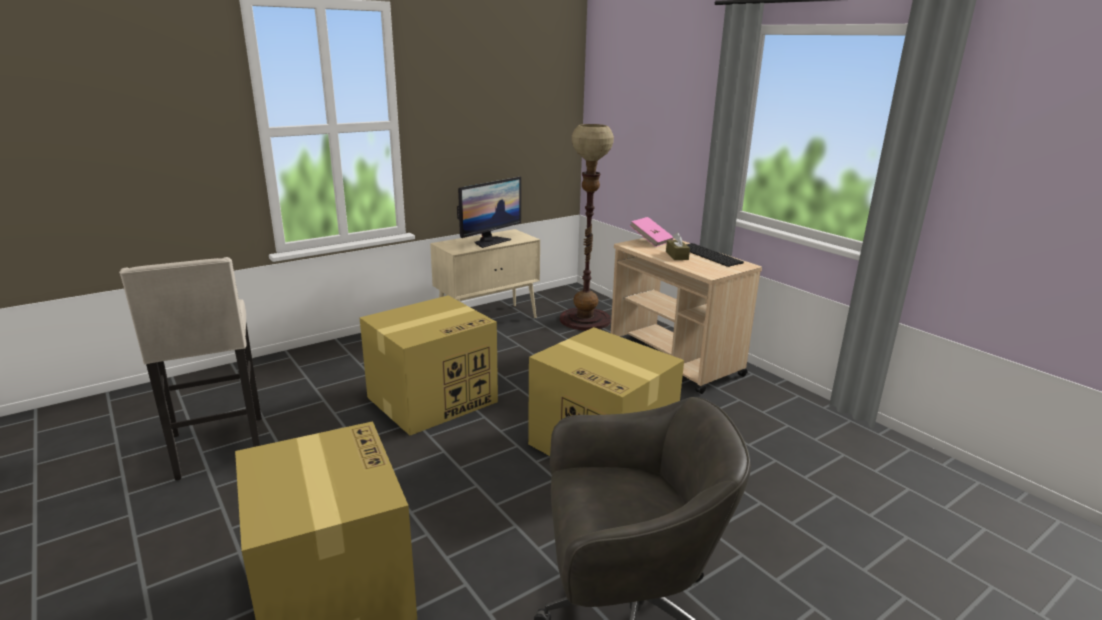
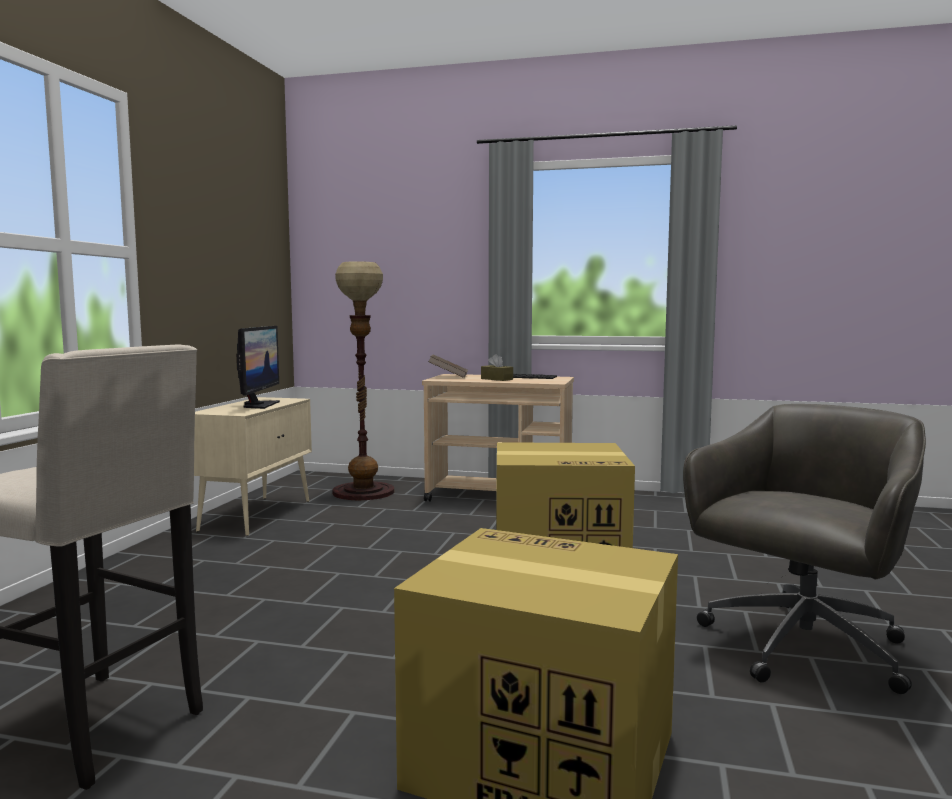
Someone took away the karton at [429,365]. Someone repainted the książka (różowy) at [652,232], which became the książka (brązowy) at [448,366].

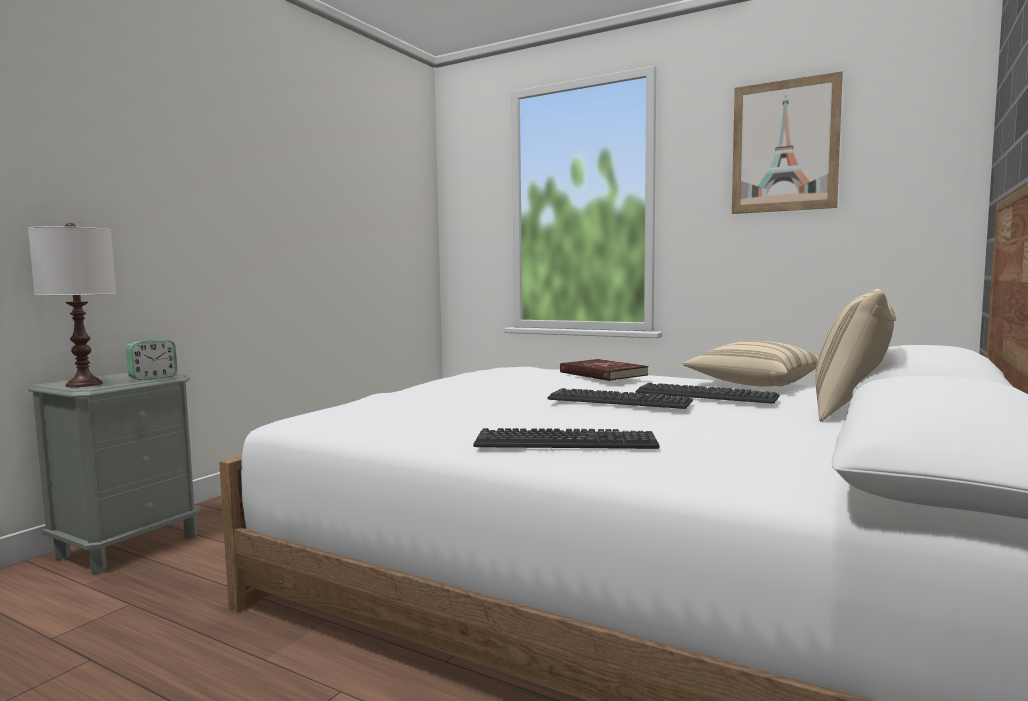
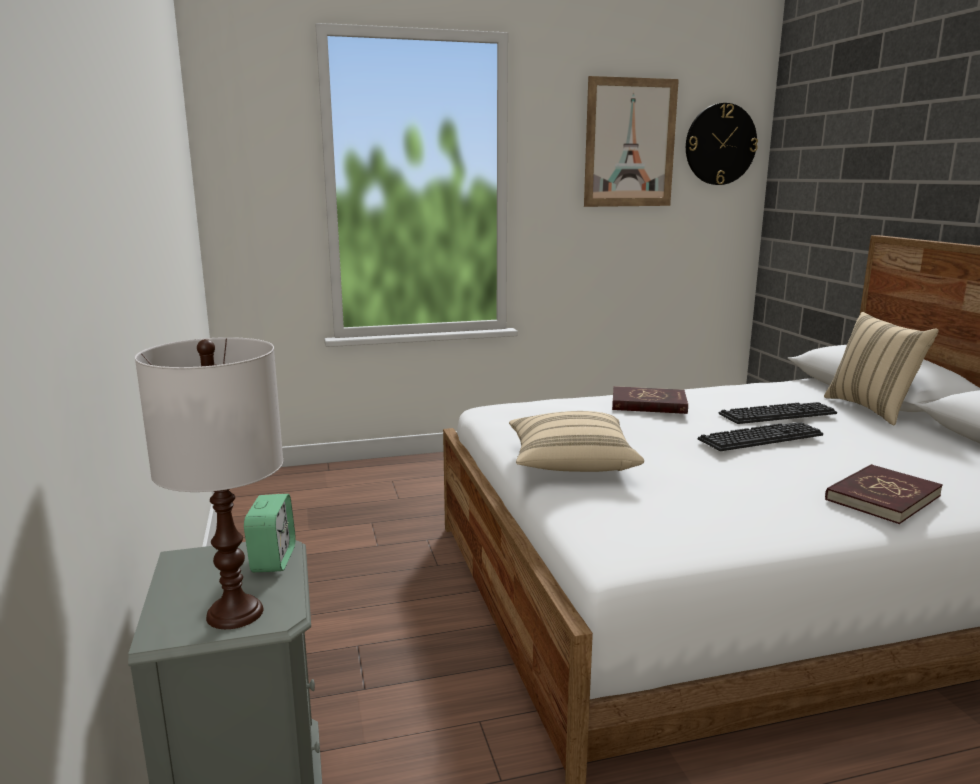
Someone swapped the klawiatura at [566,438] for the książka (czerwony) at [884,494]. Someone carried the poduszka (beżowy) from [750,364] to [576,441]. Someone put up the zegar ścienny at [722,144].

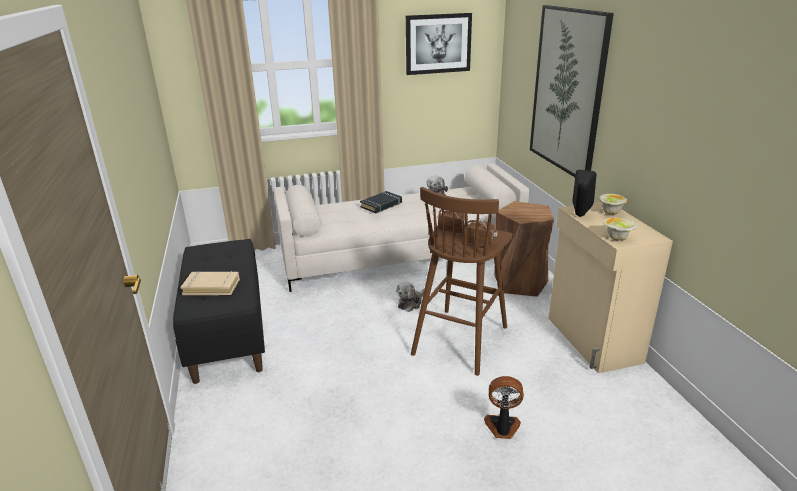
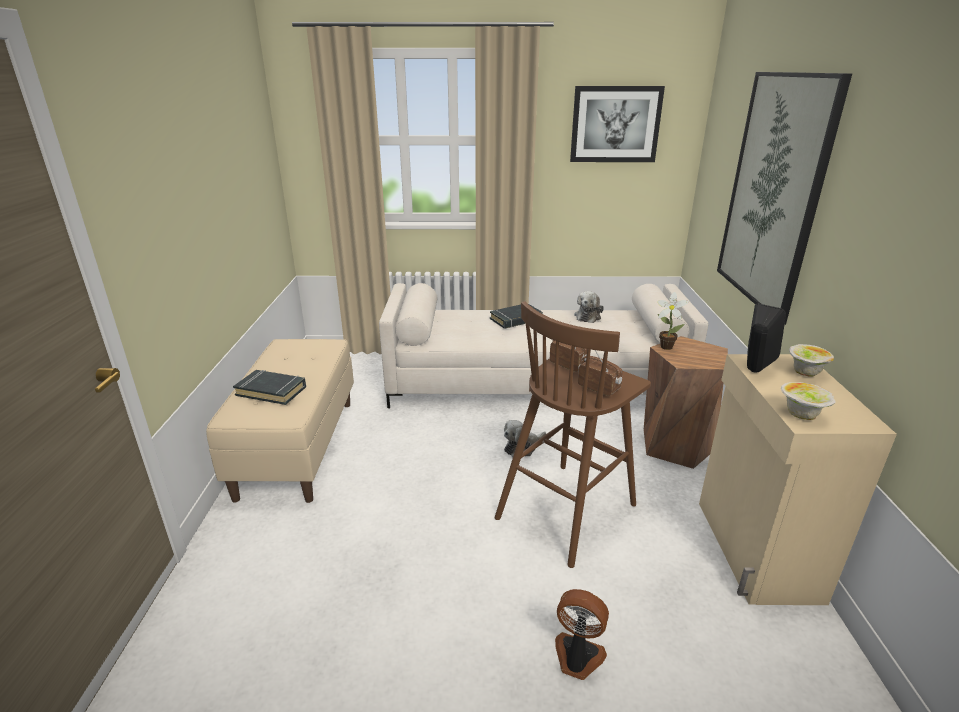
Someone repainted the ławka (czarny) at [219,311], which became the ławka (beżowy) at [280,421]. Someone repainted the książka (beżowy) at [210,283], which became the książka (czarny) at [269,387]. Someone put down the roślina doniczkowa at [673,321].

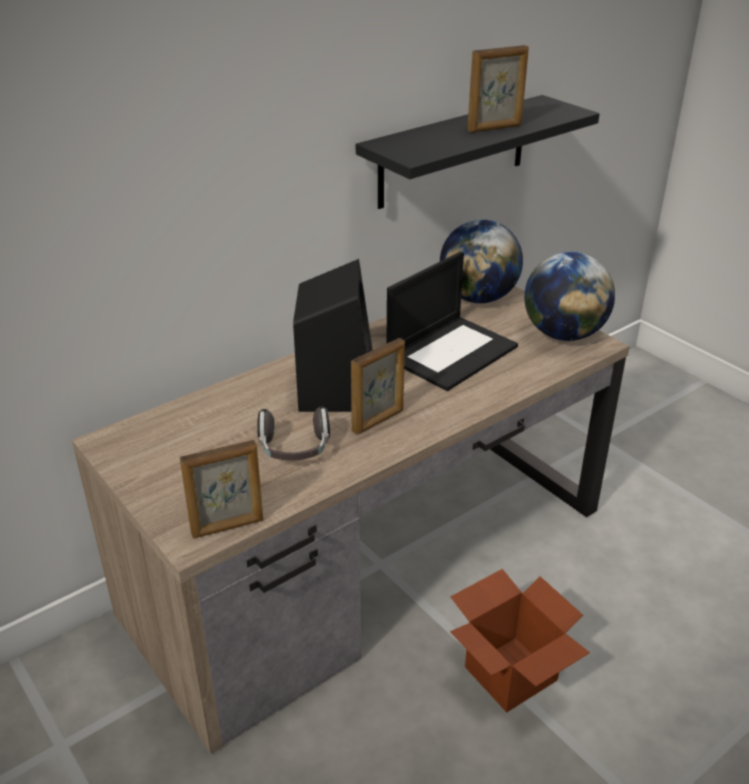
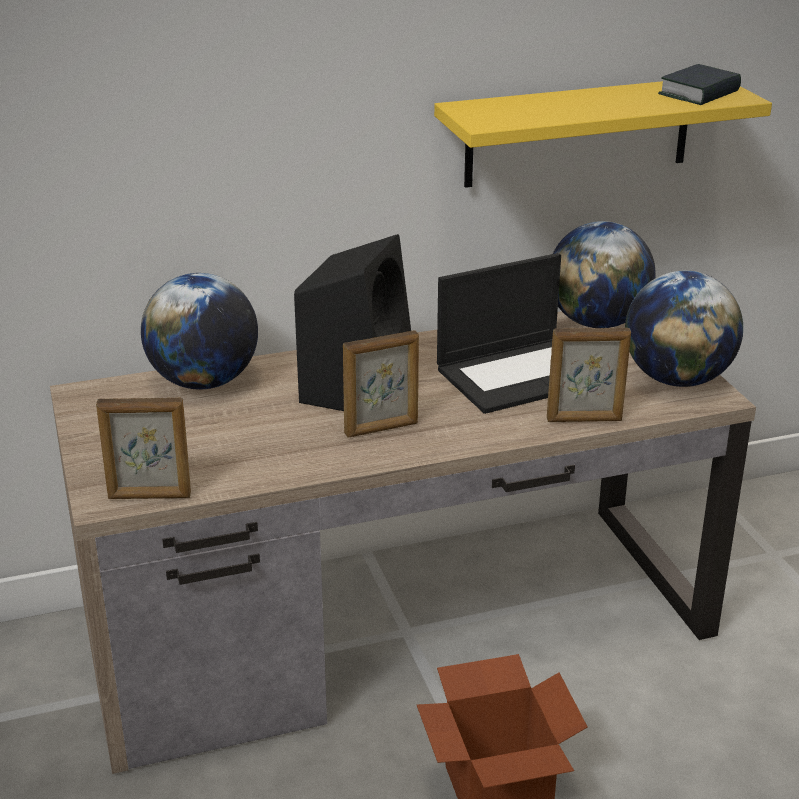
Someone took away the słuchawki at [293,433]. Someone repainted the półka (czarny) at [478,152], which became the półka (żółty) at [603,134]. Someone carried the ramka na zdjęcie from [498,89] to [589,375]. Someone put down the globus at [199,331]. Someone put down the książka at [699,84].

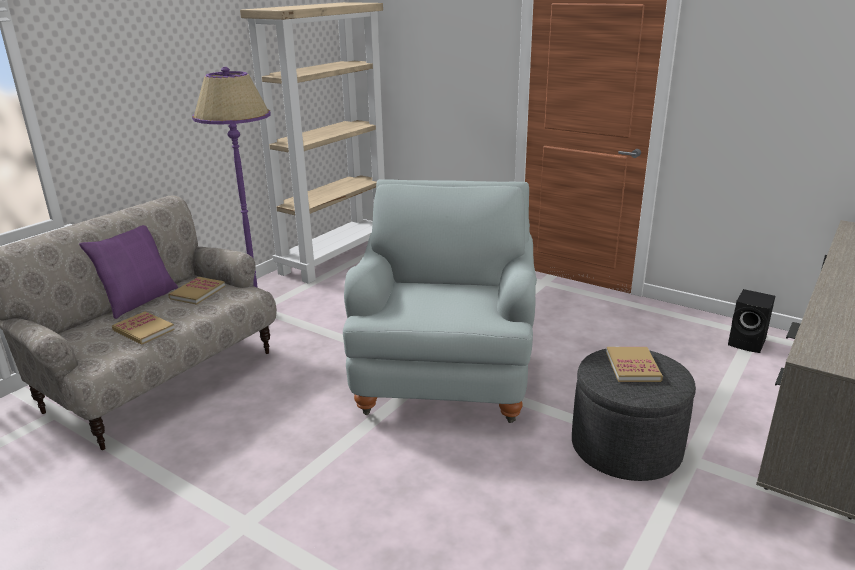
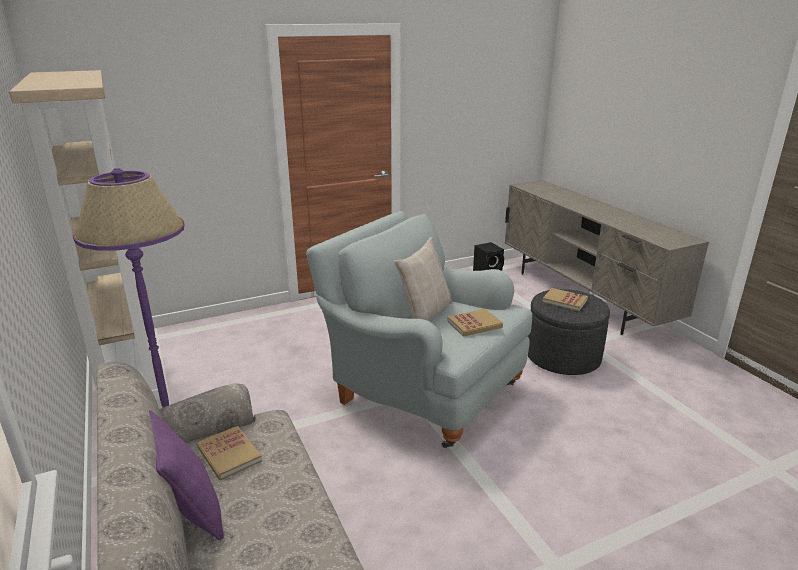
Someone carried the książka from [143,328] to [475,323]. Someone put down the poduszka (beżowy) at [423,279].

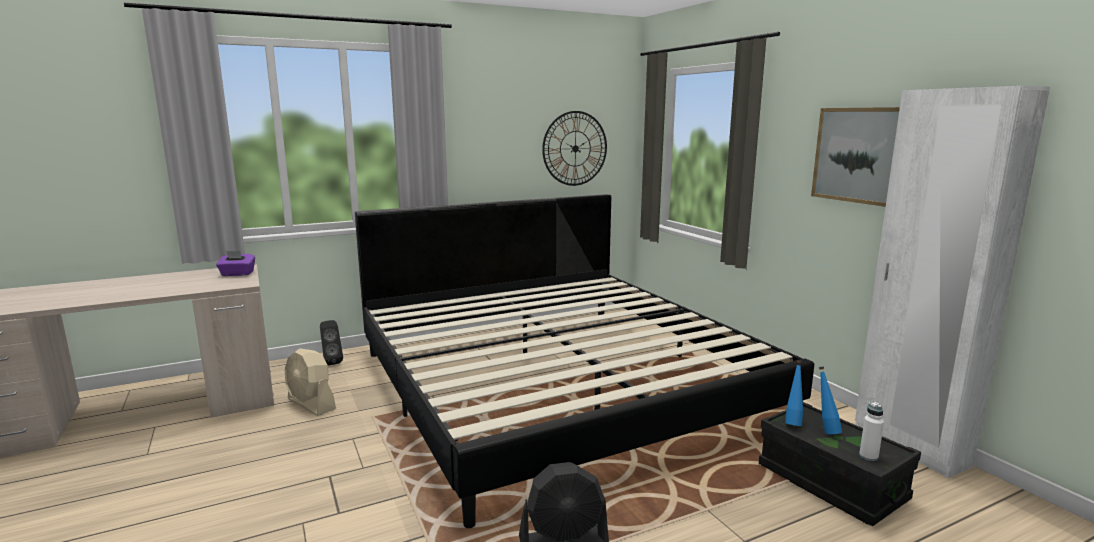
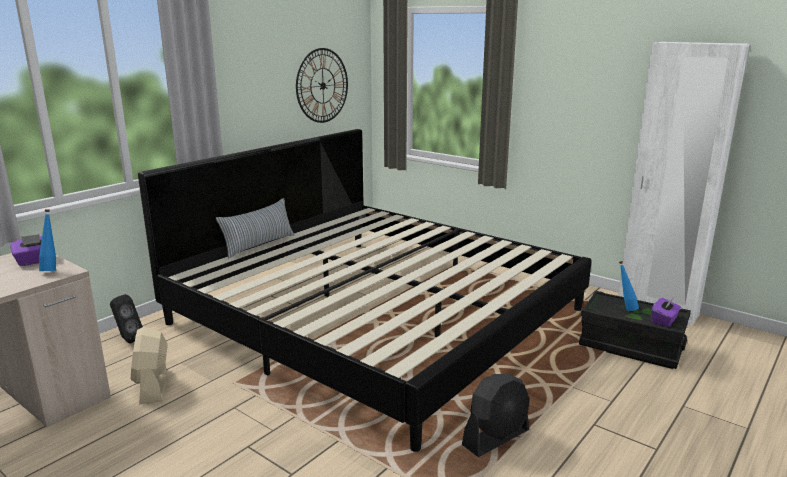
Someone rotated the wentylator (beżowy) at [310,382] by 60 degrees clockwise. Someone carried the butelka (niebieski) from [794,393] to [47,240]. Someone took away the obraz at [855,157]. Someone swapped the butelka (biały) at [871,431] for the pudełko chusteczek (fioletowy) at [666,312]. Someone put down the poduszka at [255,228].

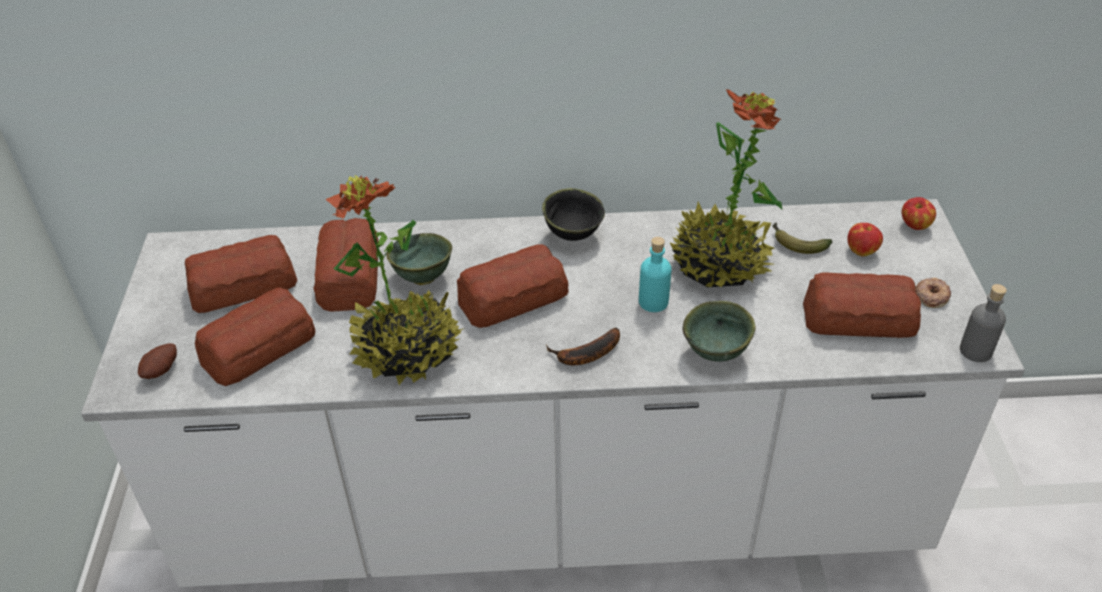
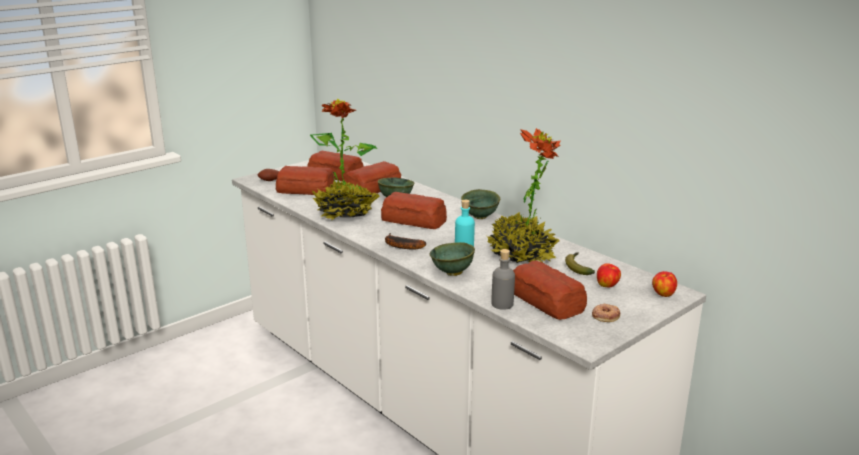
Someone repainted the miska (czarny) at [573,214], which became the miska (zielony) at [481,204]. Someone carried the butelka (szary) from [983,323] to [503,279].

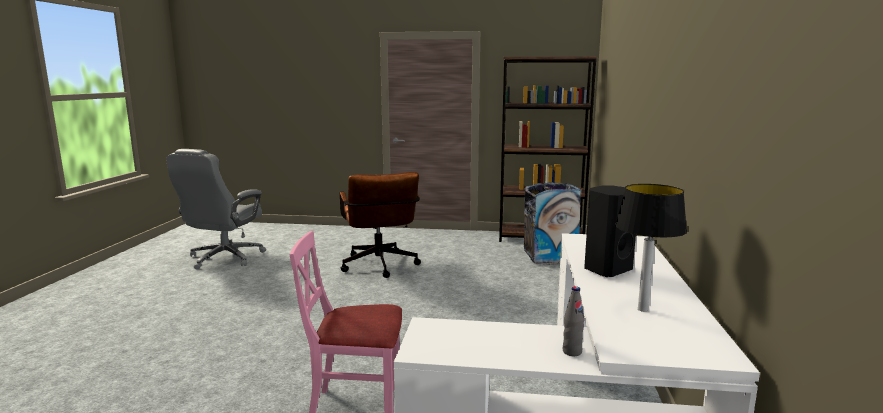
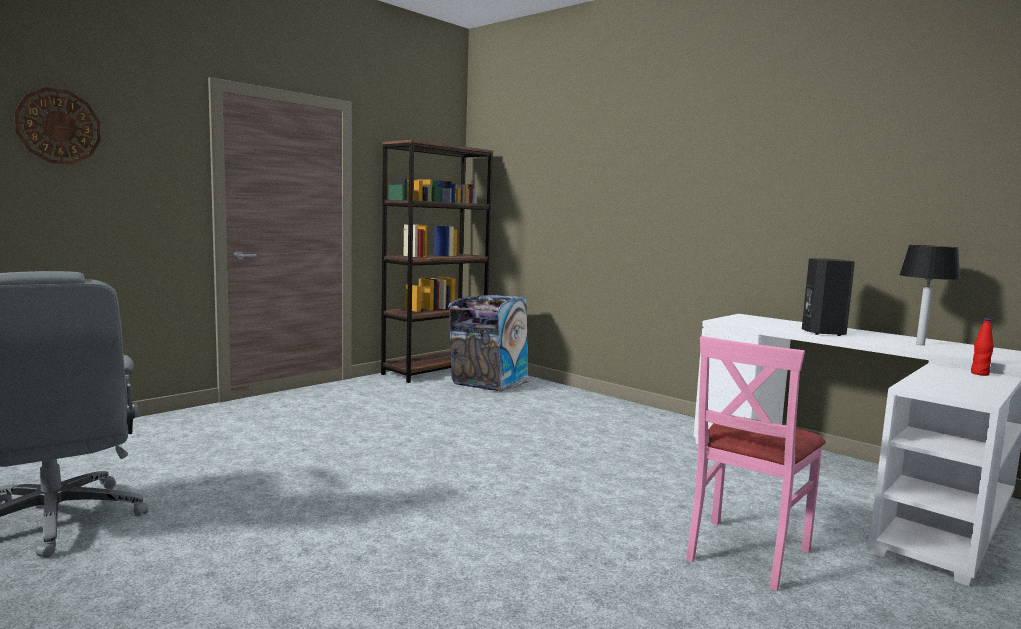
Someone took away the krzesło biurowe (brązowy) at [380,225]. Someone repainted the butelka (szary) at [573,321], which became the butelka (czerwony) at [982,347]. Someone put up the zegar ścienny at [57,126].

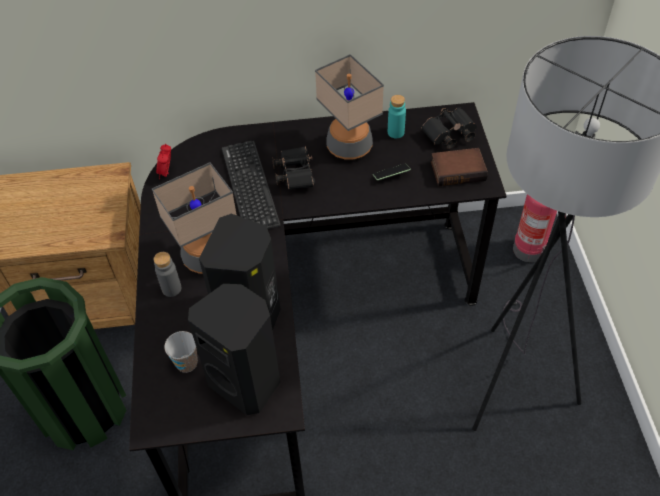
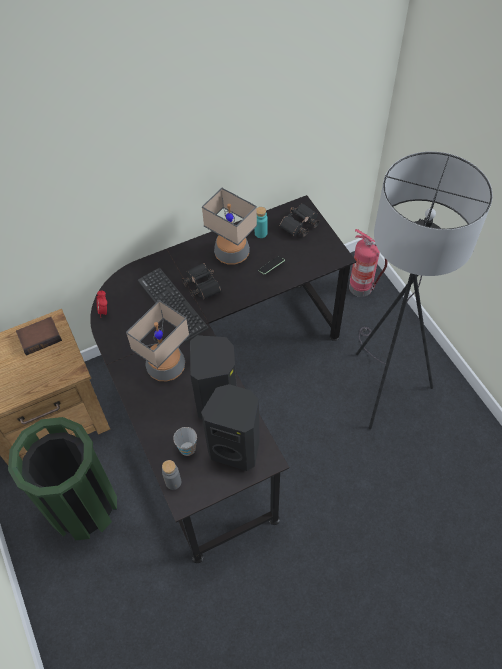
Someone carried the butelka (szary) from [167,274] to [171,475]. Someone carried the książka from [459,167] to [39,336].

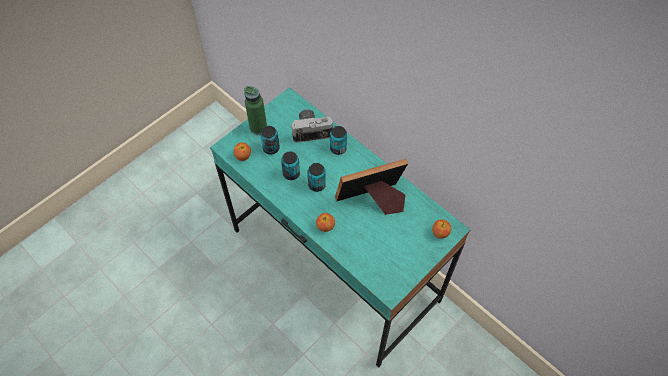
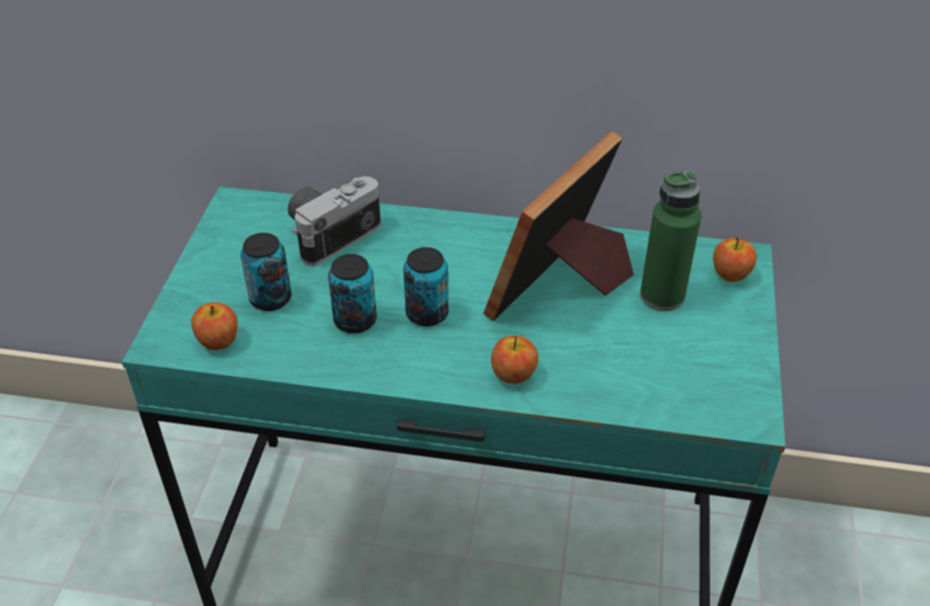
Someone carried the butelka (zielony) from [255,110] to [670,240]. Someone took away the puszka at [338,140].

